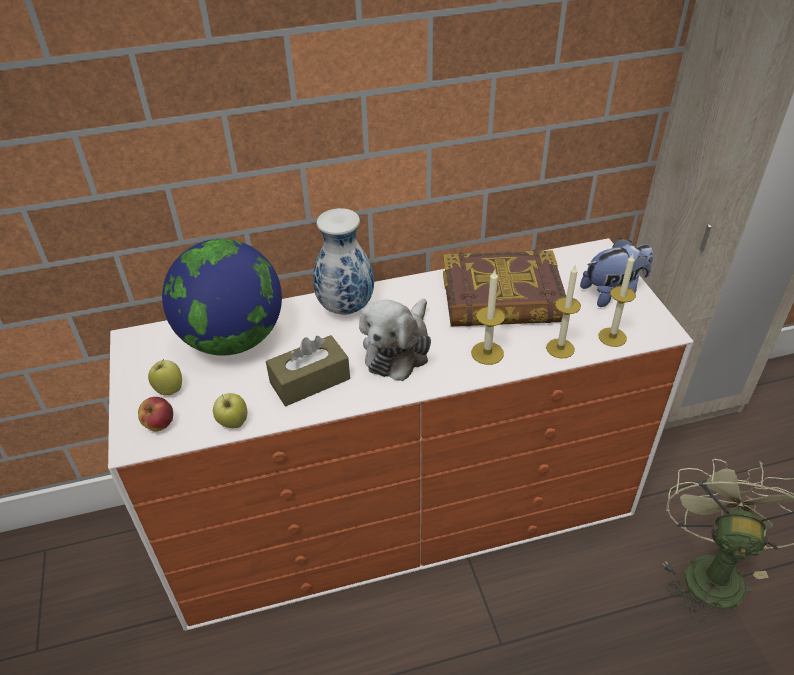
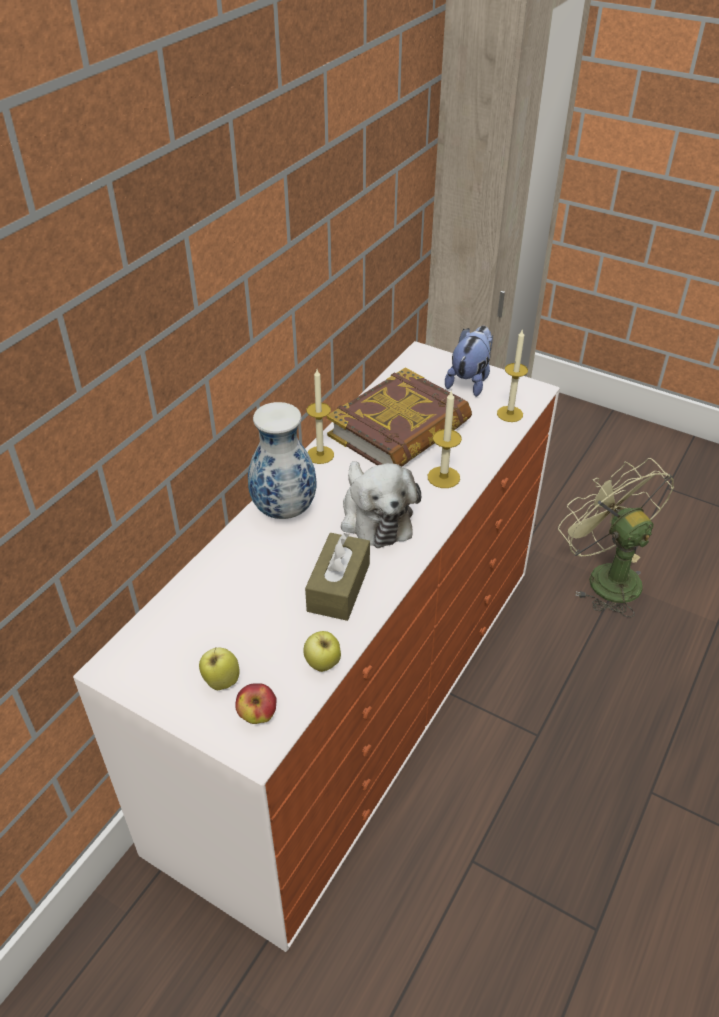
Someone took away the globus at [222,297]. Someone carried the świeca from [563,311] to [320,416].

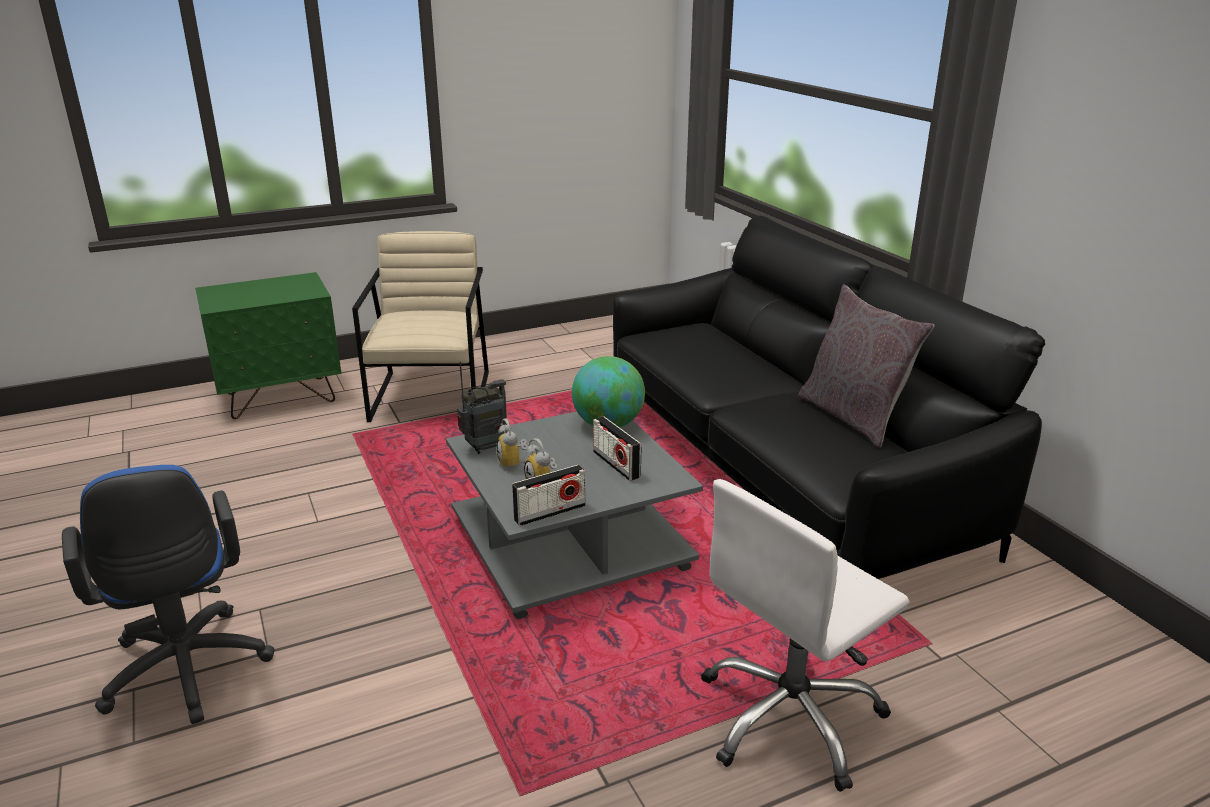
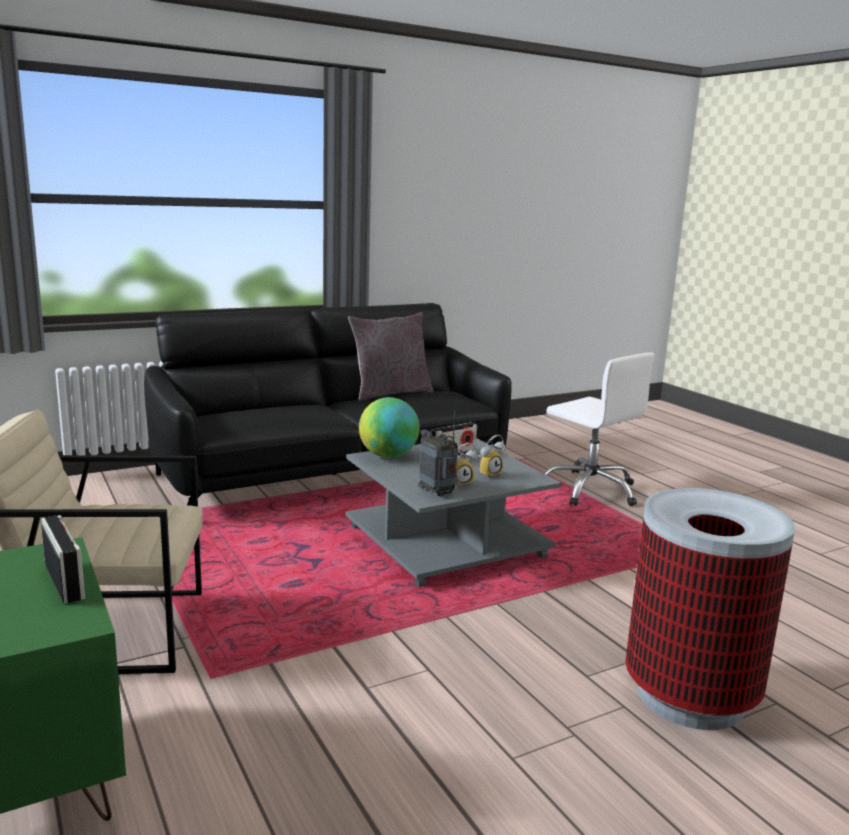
Someone swapped the krzesło biurowe (niebieski) at [168,594] for the kosz na śmieci at [710,609]. Someone carried the radio from [548,495] to [63,559].

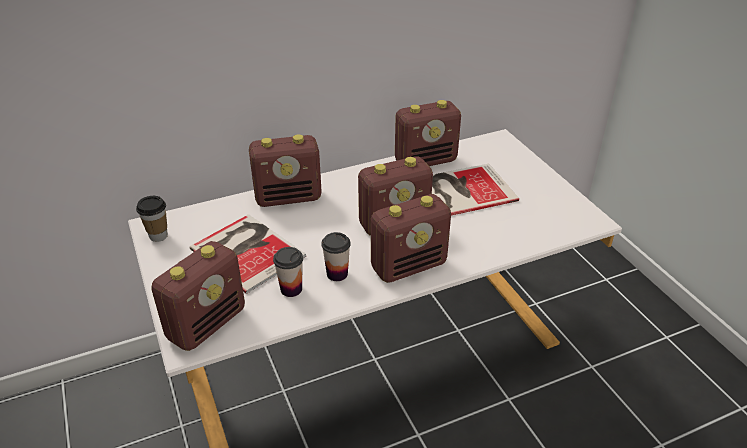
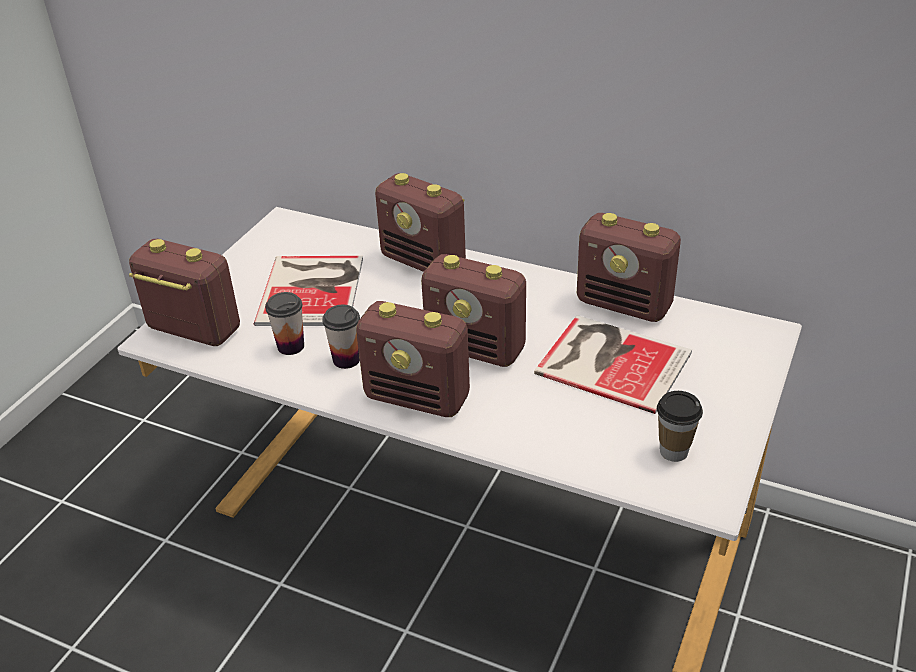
Someone carried the filiżanka from [152,219] to [680,426]. Someone rotated the radio at [198,296] by 150 degrees counterclockwise.

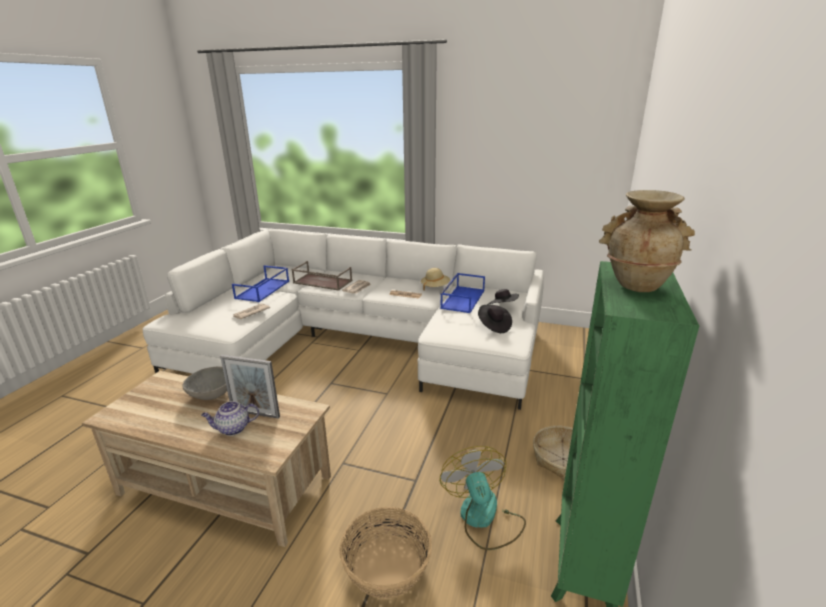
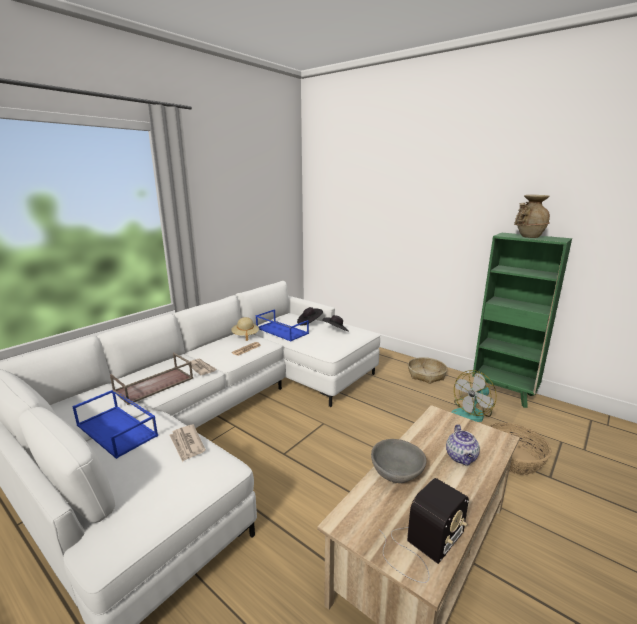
Someone took away the ramka na zdjęcie at [250,387]. Someone rotated the wentylator at [483,498] by 45 degrees counterclockwise. Someone put down the radio at [424,530].

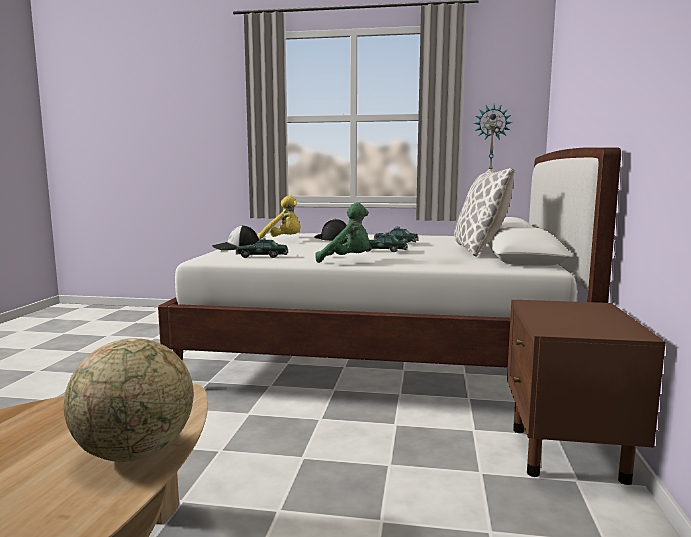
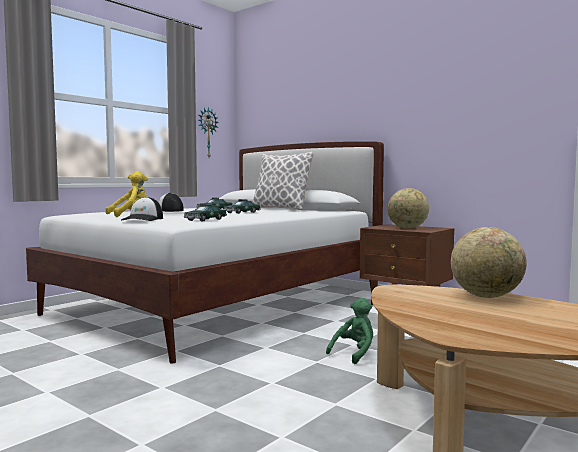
Someone carried the pluszak (zielony) from [342,233] to [349,331]. Someone put down the globus at [408,208].

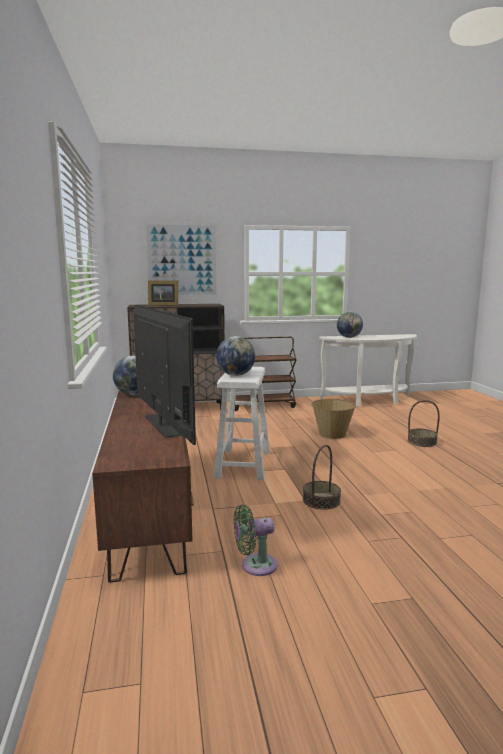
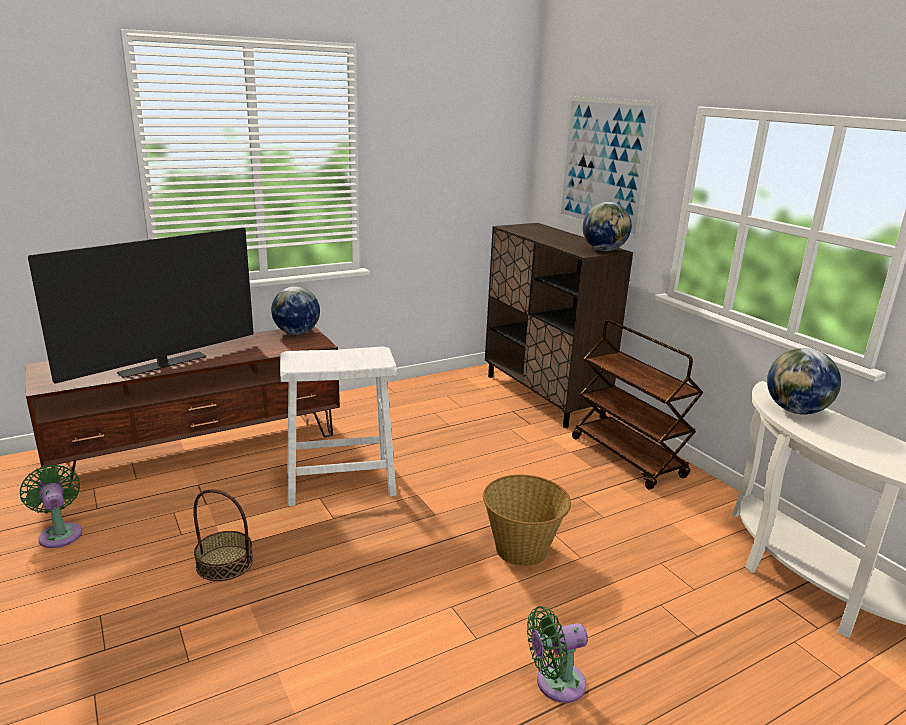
Someone took away the ramka na zdjęcie at [163,293]. Someone carried the globus from [235,356] to [607,226]. Someone swapped the koszyk at [424,423] for the wentylator (zielony) at [557,654].

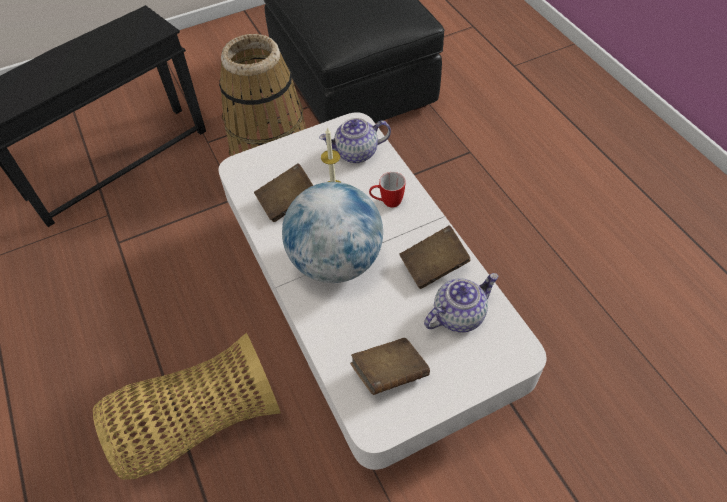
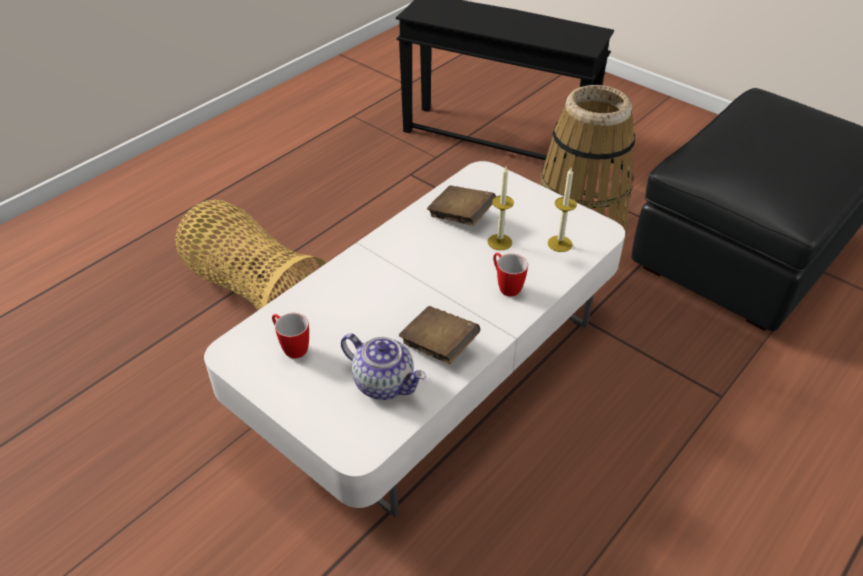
Someone took away the globus at [332,232]. Someone swapped the imbryk at [355,140] for the świeca at [562,210]. Someone swapped the książka (brązowy) at [390,366] for the kubek at [290,336].

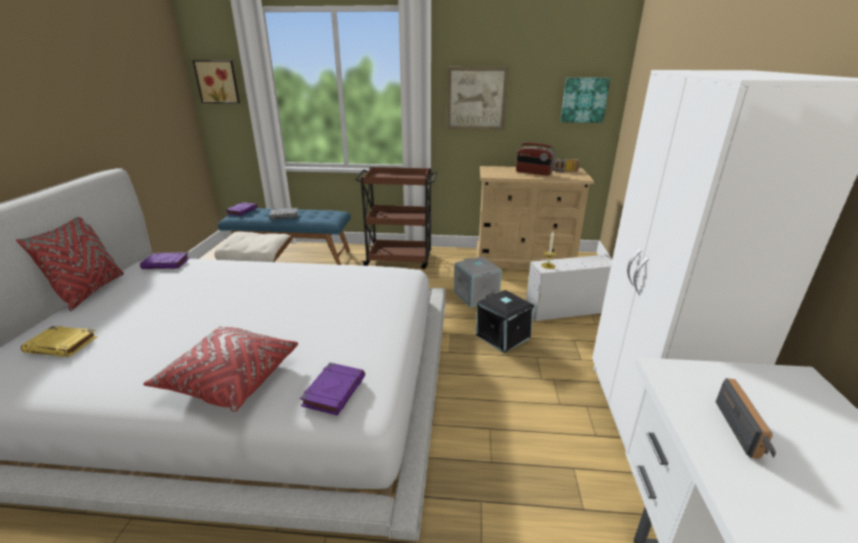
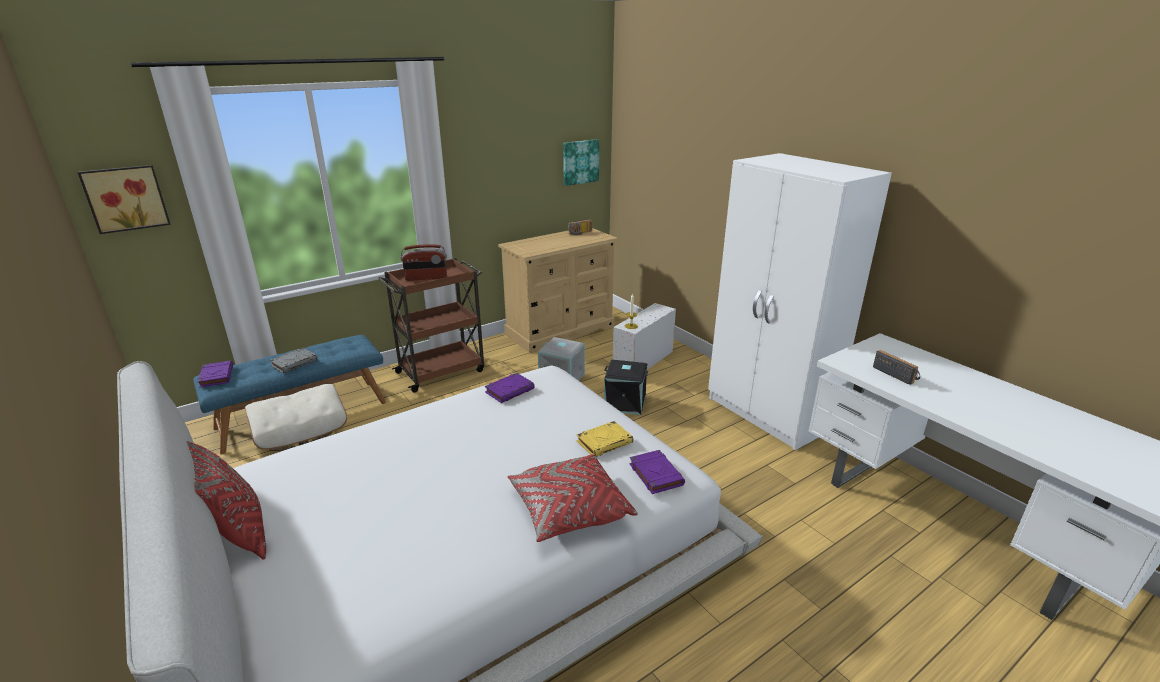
Someone carried the książka (żółty) from [59,341] to [605,439]. Someone carried the książka (fioletowy) from [165,260] to [510,388]. Someone took away the obraz at [478,98]. Someone carried the radio from [535,159] to [424,262].

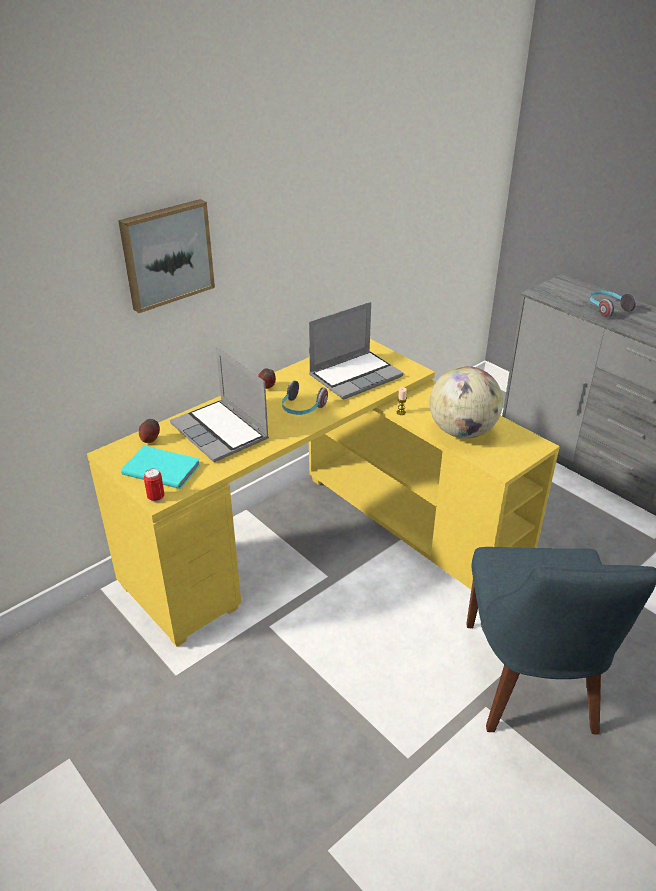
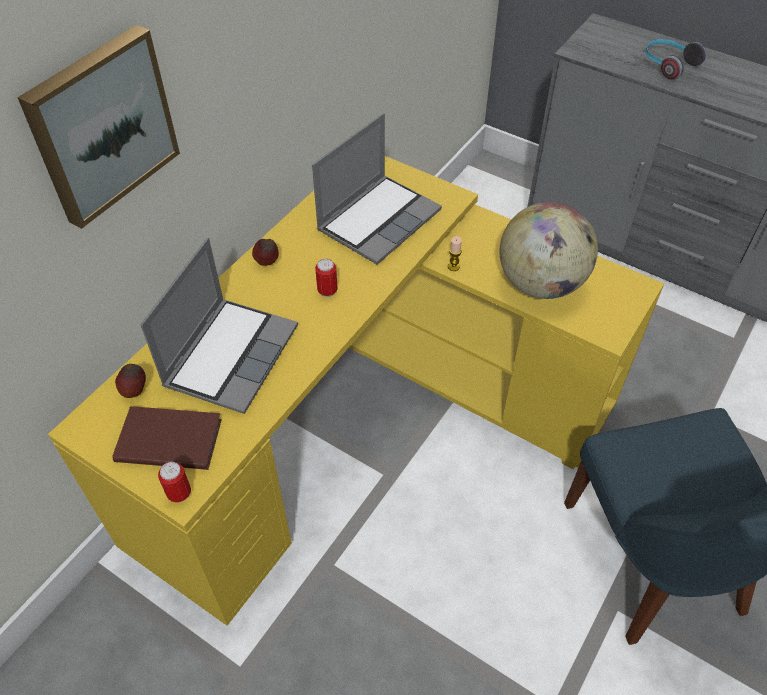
Someone repainted the książka (turkusowy) at [161,467], which became the książka (brązowy) at [167,438]. Someone rotated the laptop at [219,404] by 105 degrees counterclockwise. Someone swapped the słuchawki at [305,398] for the puszka at [326,278].

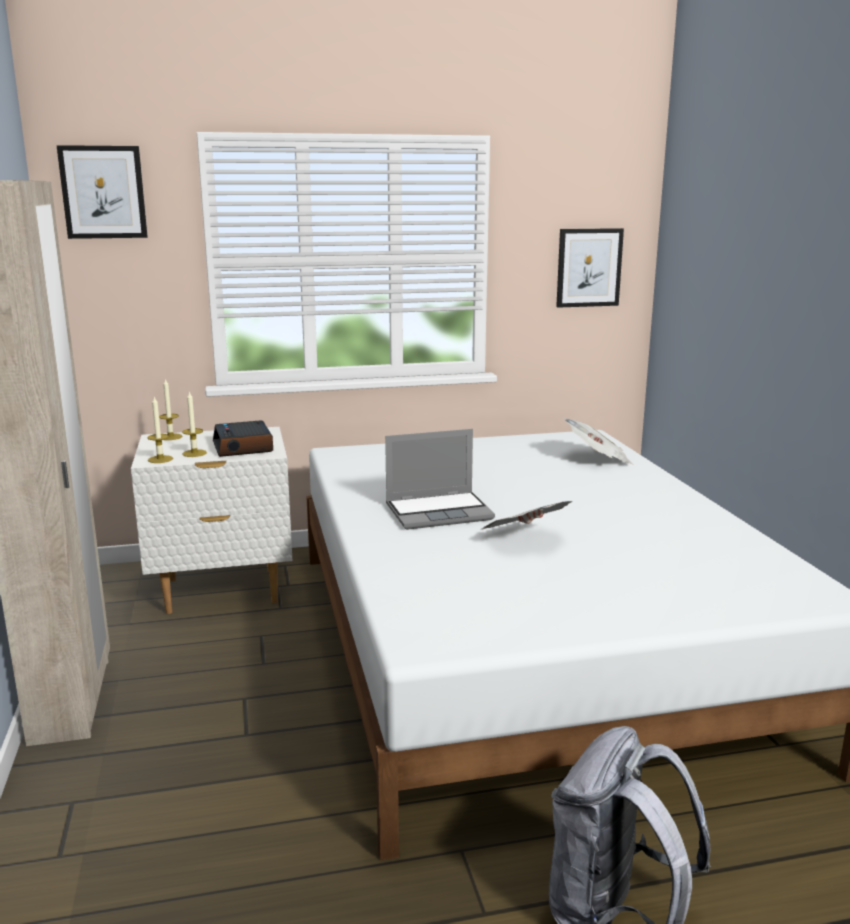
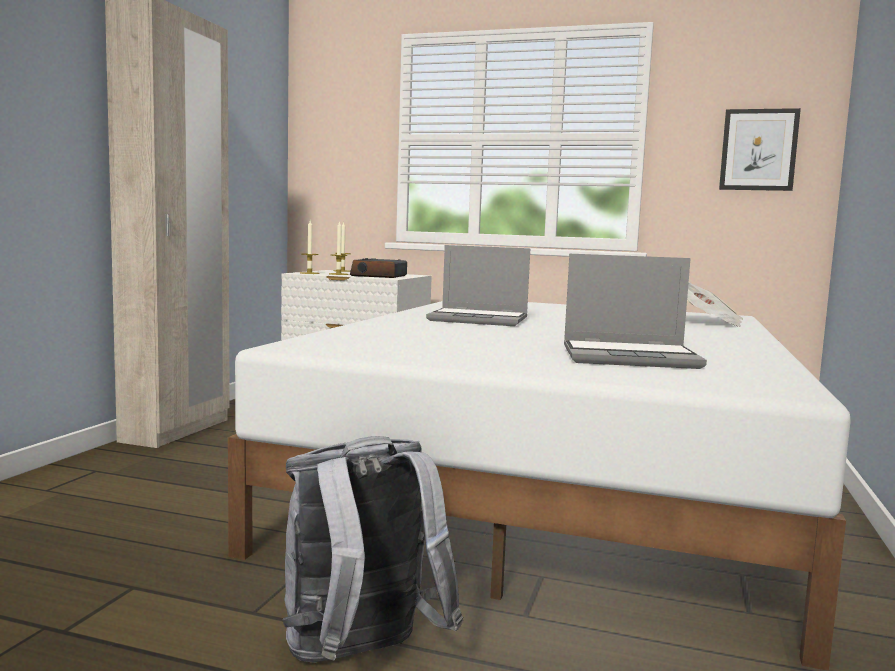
Someone took away the obraz at [102,192]. Someone took away the gazeta at [527,515]. Someone put down the laptop at [635,311].

